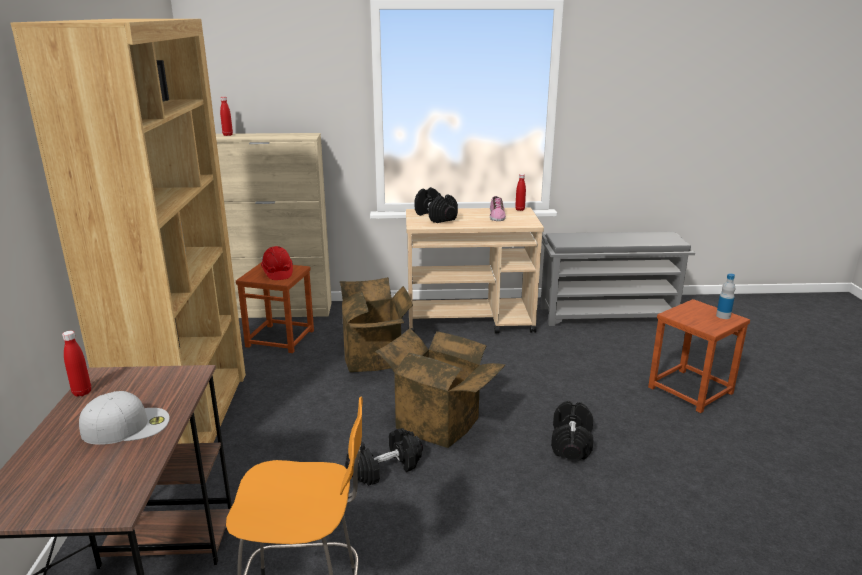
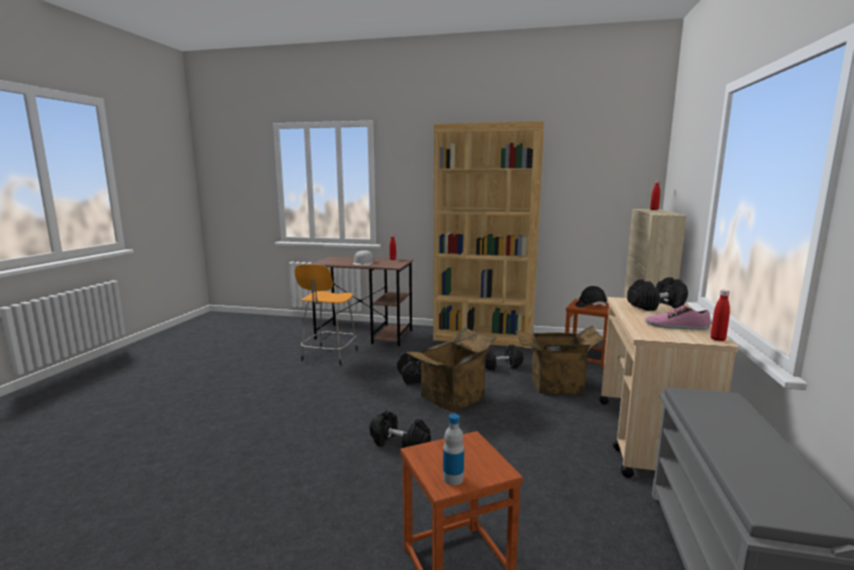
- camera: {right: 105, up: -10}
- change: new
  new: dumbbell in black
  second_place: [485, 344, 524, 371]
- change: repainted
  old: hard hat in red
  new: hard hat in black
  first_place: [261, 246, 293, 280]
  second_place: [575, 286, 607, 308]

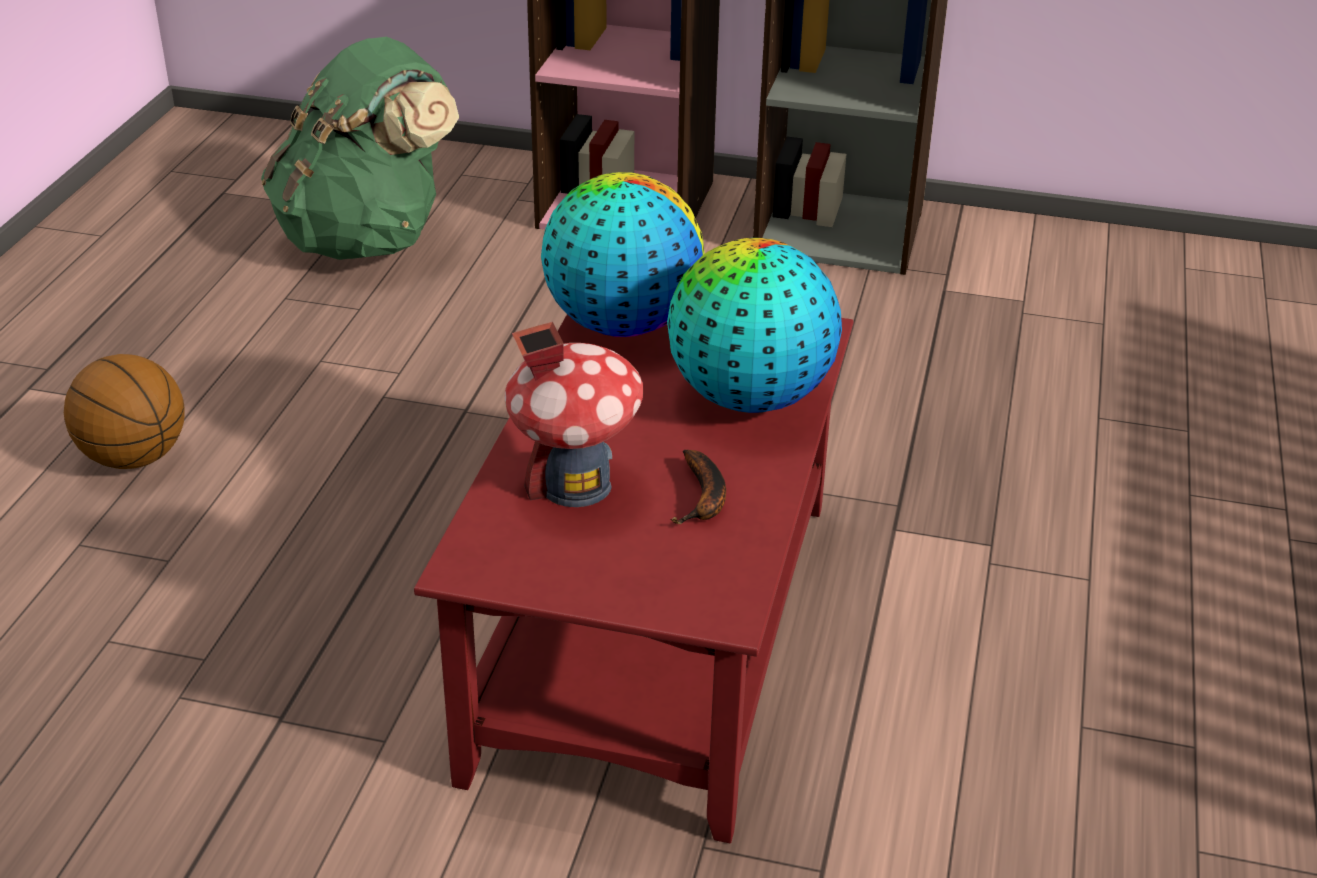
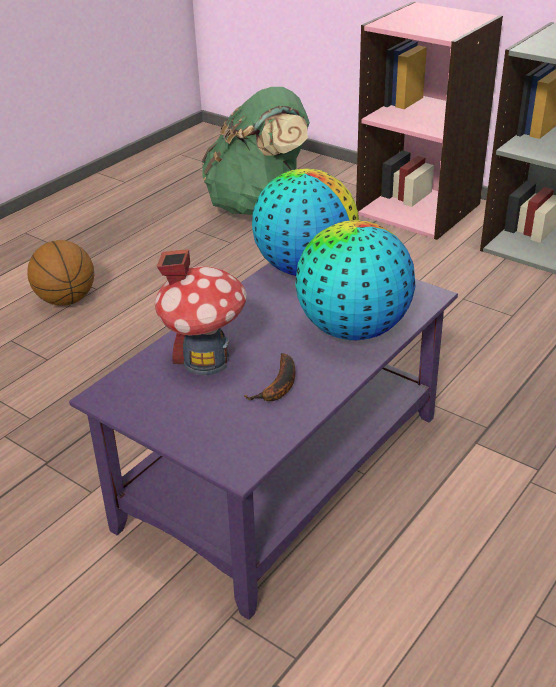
- camera: {right: 25, up: 0}
- change: repainted
  old: coffee table in red
  new: coffee table in purple
  first_place: [414, 314, 853, 843]
  second_place: [69, 263, 458, 620]

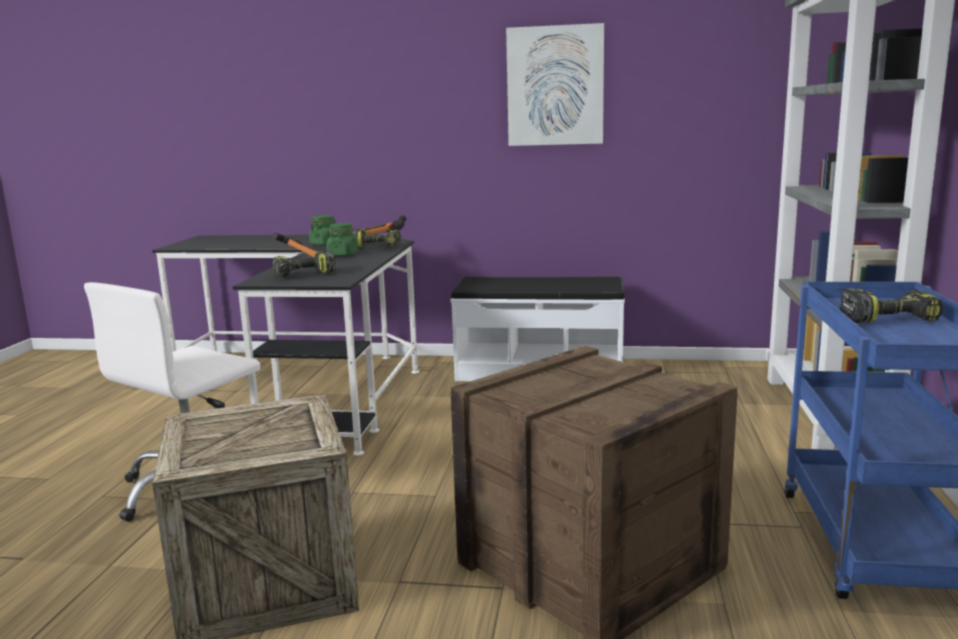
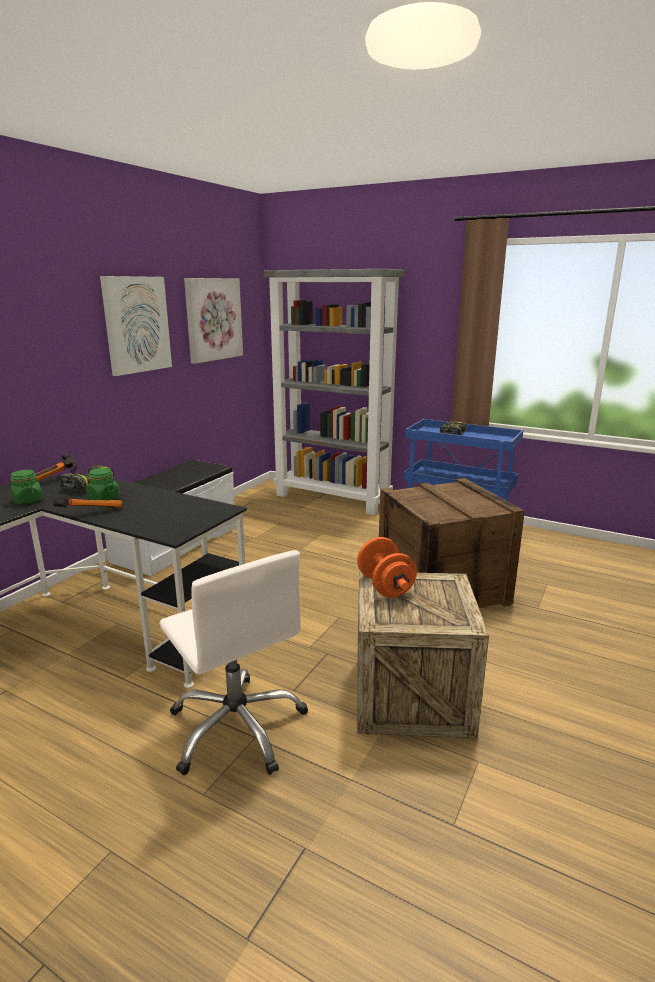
- camera: {right: -70, up: 5}
- change: new
  new: picture
  second_place: [184, 278, 243, 364]
- change: new
  new: dumbbell in orange
  second_place: [357, 537, 417, 597]
- change: gone
  old: power drill
  first_place: [272, 250, 336, 276]

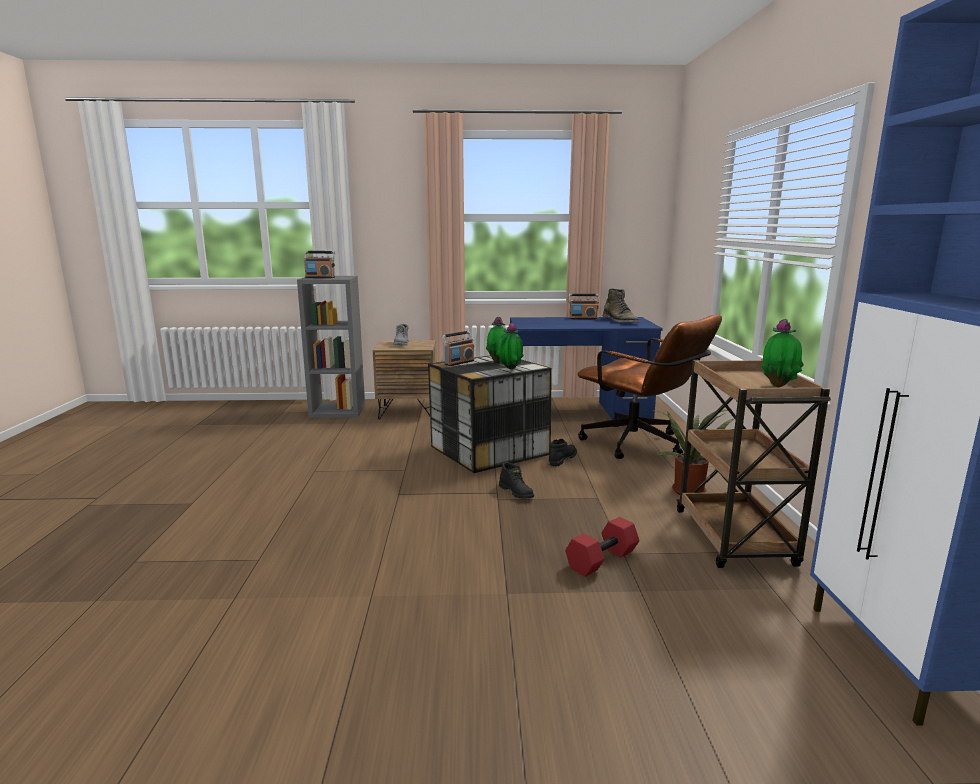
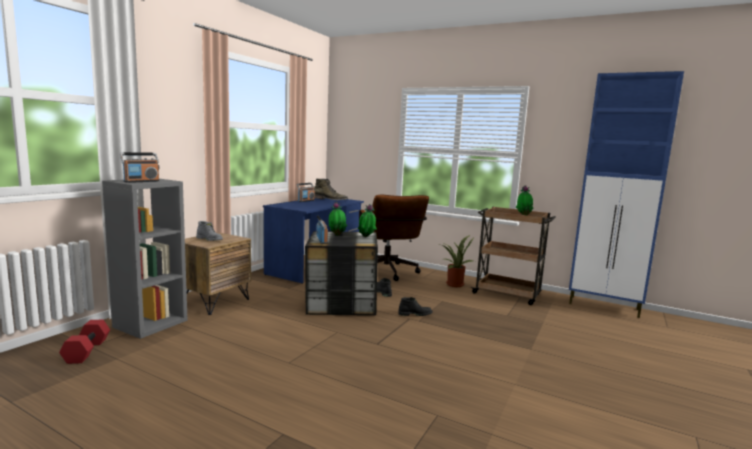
- camera: {right: -60, up: -5}
- change: shifted
  old: dumbbell in red
  first_place: [565, 517, 639, 577]
  second_place: [59, 320, 110, 364]
- change: rotated
  old: office chair in brown
  first_place: [577, 315, 722, 459]
  second_place: [359, 195, 429, 281]
  degrees: 90

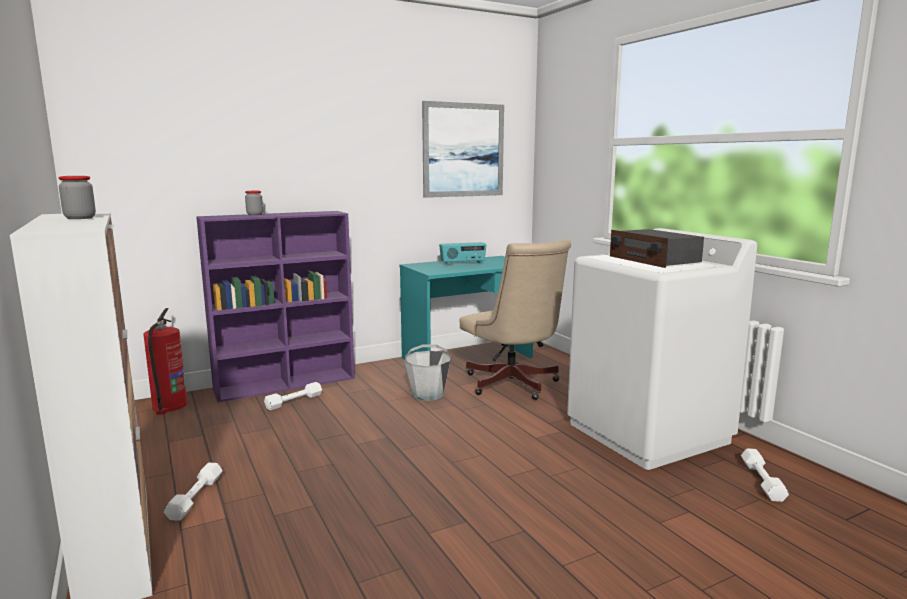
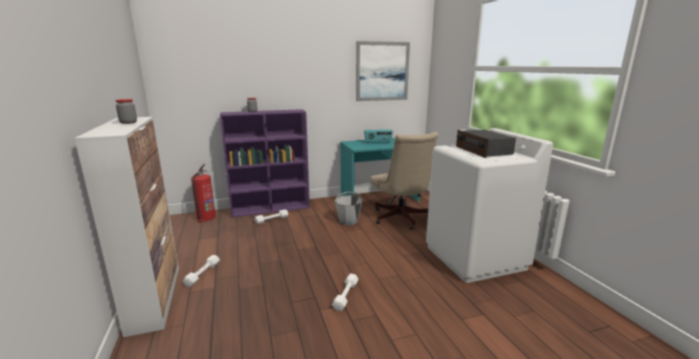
- camera: {right: 10, up: 5}
- change: shifted
  old: dumbbell in white
  first_place: [741, 449, 789, 502]
  second_place: [332, 273, 359, 311]

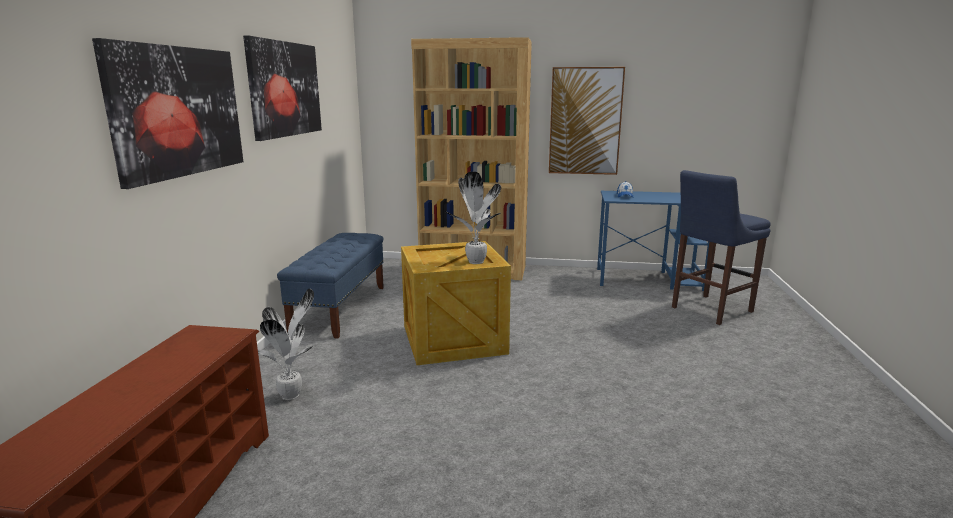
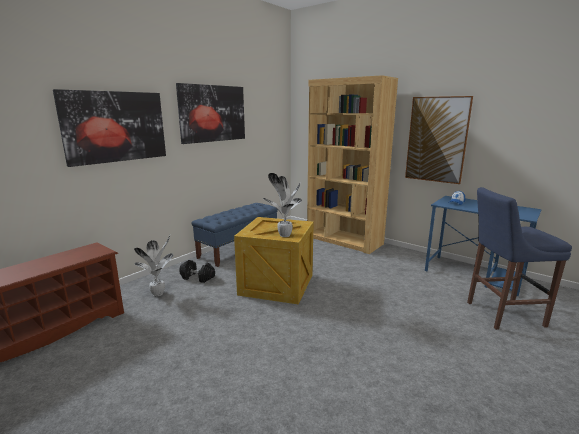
- camera: {right: 30, up: 0}
- change: new
  new: dumbbell in black
  second_place: [179, 260, 215, 283]

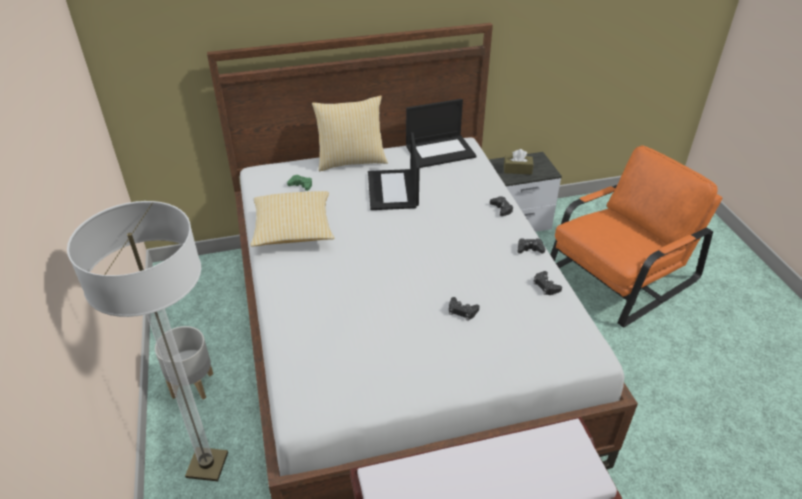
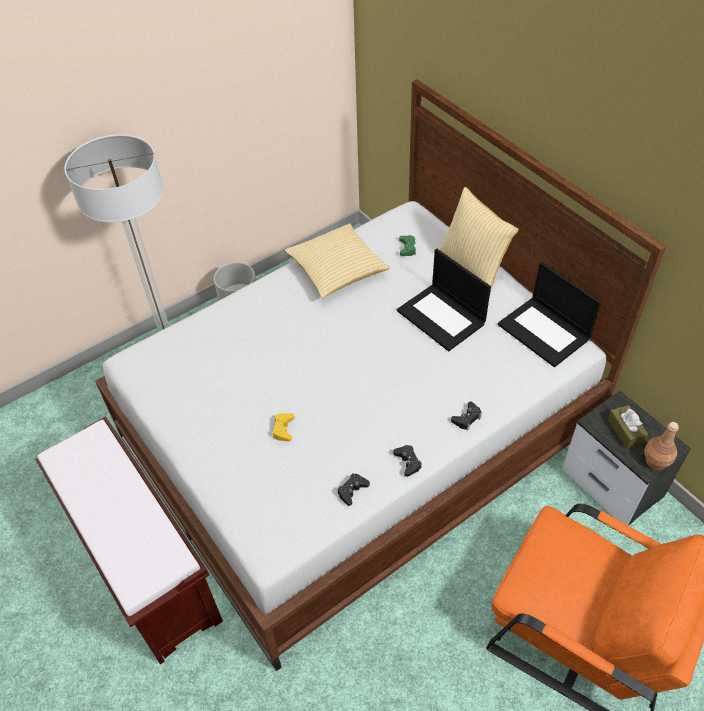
- camera: {right: 70, up: 10}
- change: repainted
  old: game controller in black
  new: game controller in yellow
  first_place: [449, 297, 480, 321]
  second_place: [272, 413, 294, 442]
- change: rotated
  old: laptop
  first_place: [368, 132, 420, 210]
  second_place: [397, 249, 491, 351]
  degrees: -105
- change: new
  new: bottle in brown
  second_place: [644, 422, 679, 470]

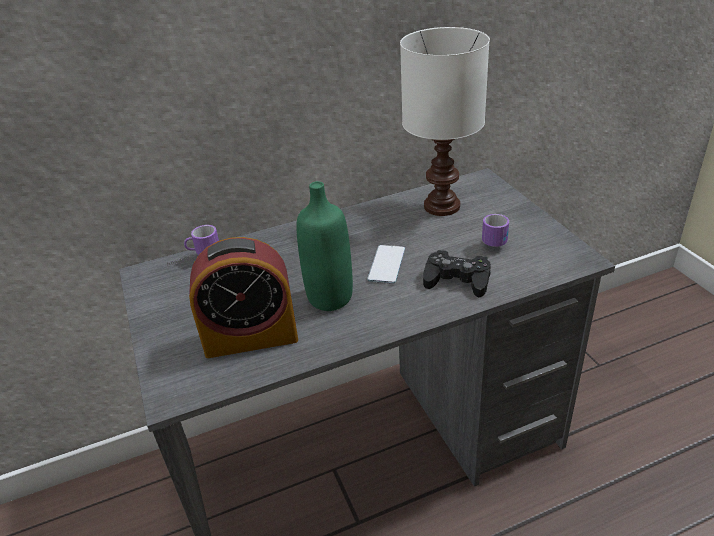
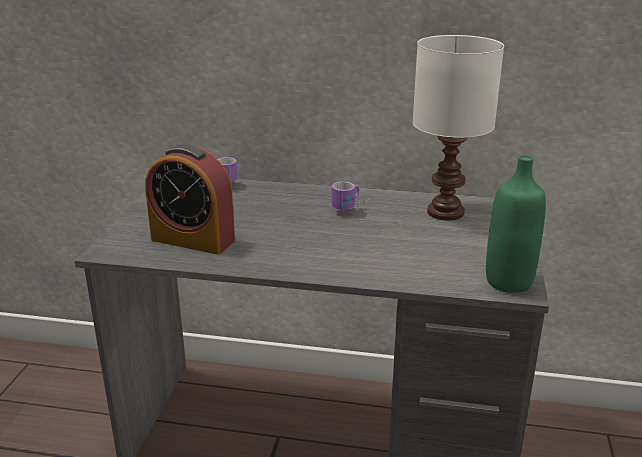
- camera: {right: 30, up: -10}
- change: shifted
  old: mug
  first_place: [482, 214, 509, 247]
  second_place: [332, 181, 373, 211]
- change: shifted
  old: bottle in green
  first_place: [296, 181, 353, 311]
  second_place: [486, 155, 546, 293]
- change: gone
  old: phone
  first_place: [367, 245, 405, 284]
- change: gone
  old: game controller in black
  first_place: [423, 250, 491, 297]

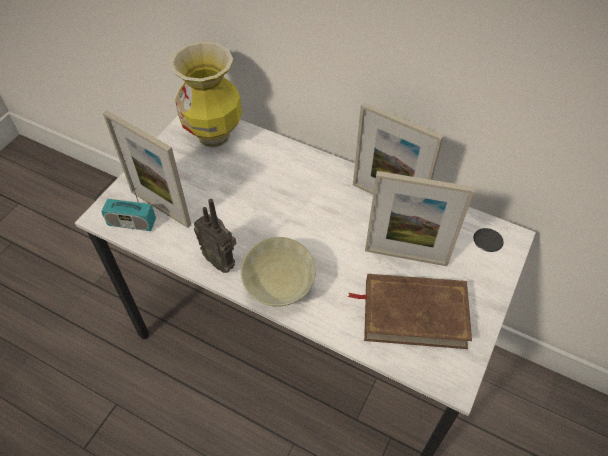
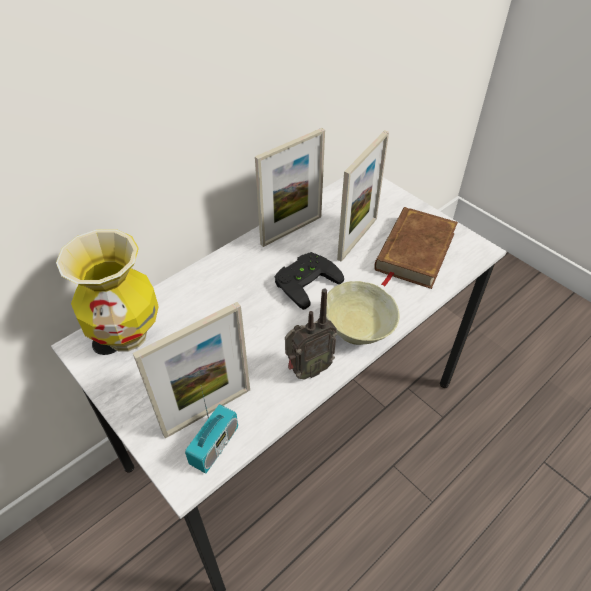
- camera: {right: -70, up: -5}
- change: new
  new: game controller in black
  second_place: [275, 252, 344, 310]

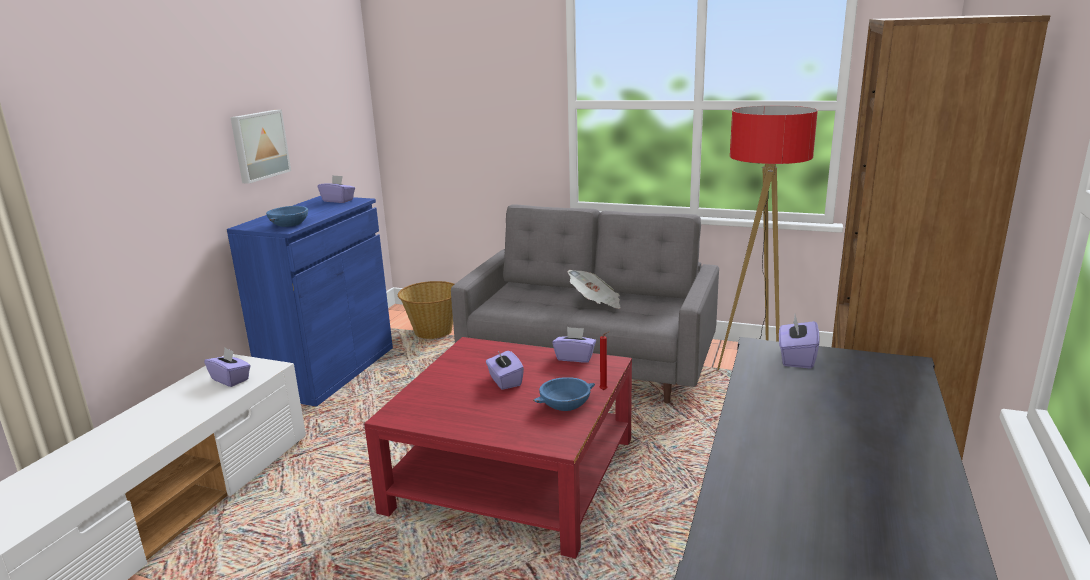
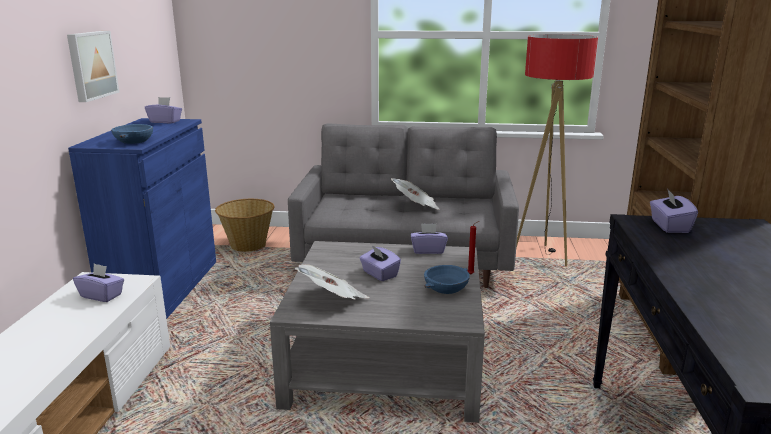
- camera: {right: -15, up: 0}
- change: repainted
  old: coffee table in red
  new: coffee table in grey
  first_place: [364, 337, 632, 559]
  second_place: [270, 241, 485, 423]
- change: new
  new: newspaper
  second_place: [295, 264, 370, 300]

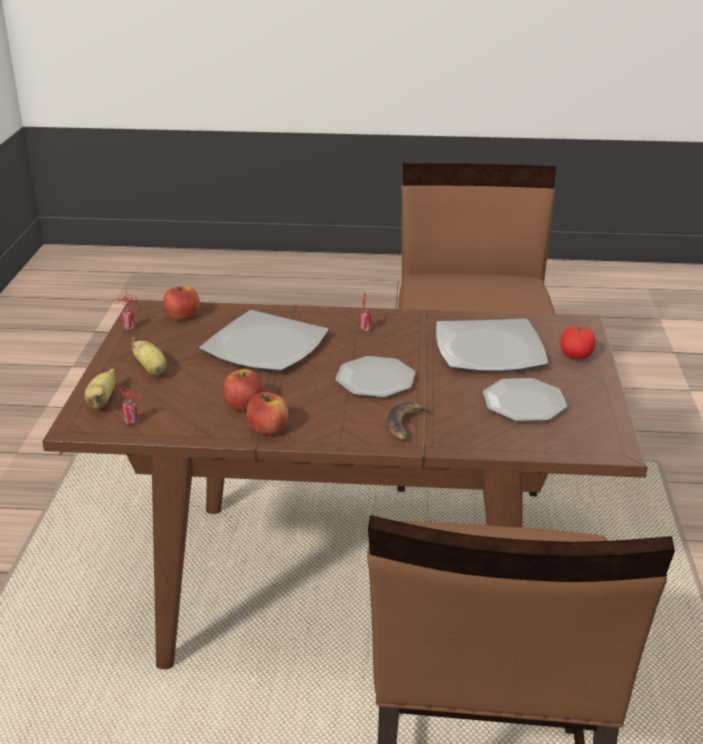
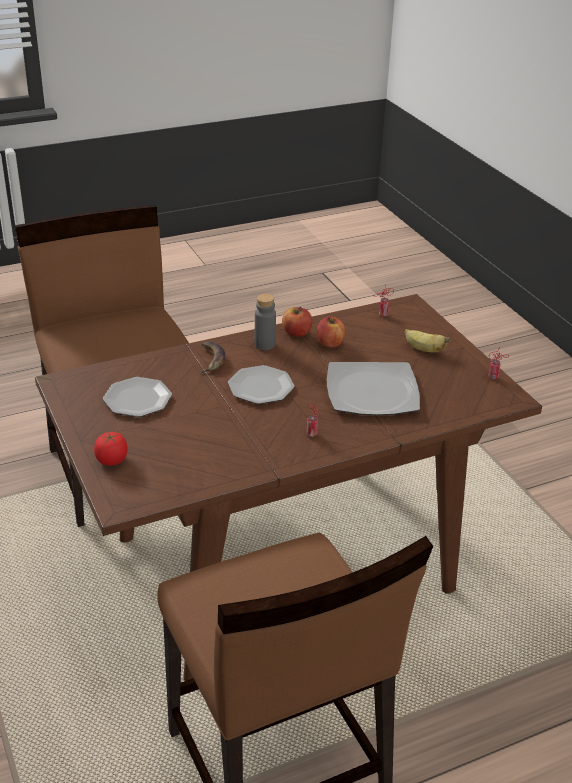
- camera: {right: 150, up: 5}
- change: new
  new: bottle in grey
  second_place: [255, 294, 276, 350]
- change: gone
  old: banana
  first_place: [85, 369, 115, 409]
- change: gone
  old: apple
  first_place: [163, 286, 200, 320]
- change: gone
  old: plate
  first_place: [436, 319, 548, 372]

